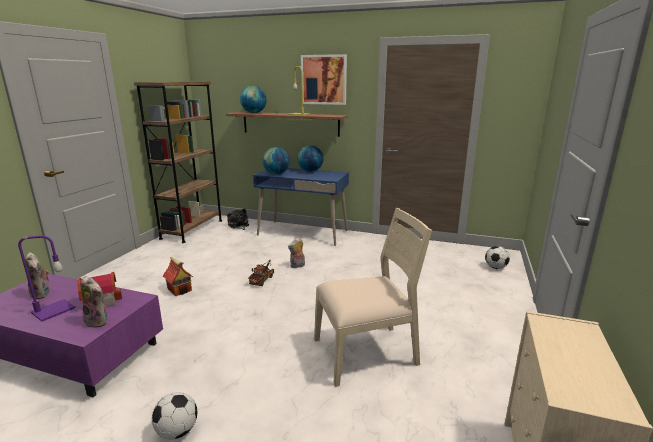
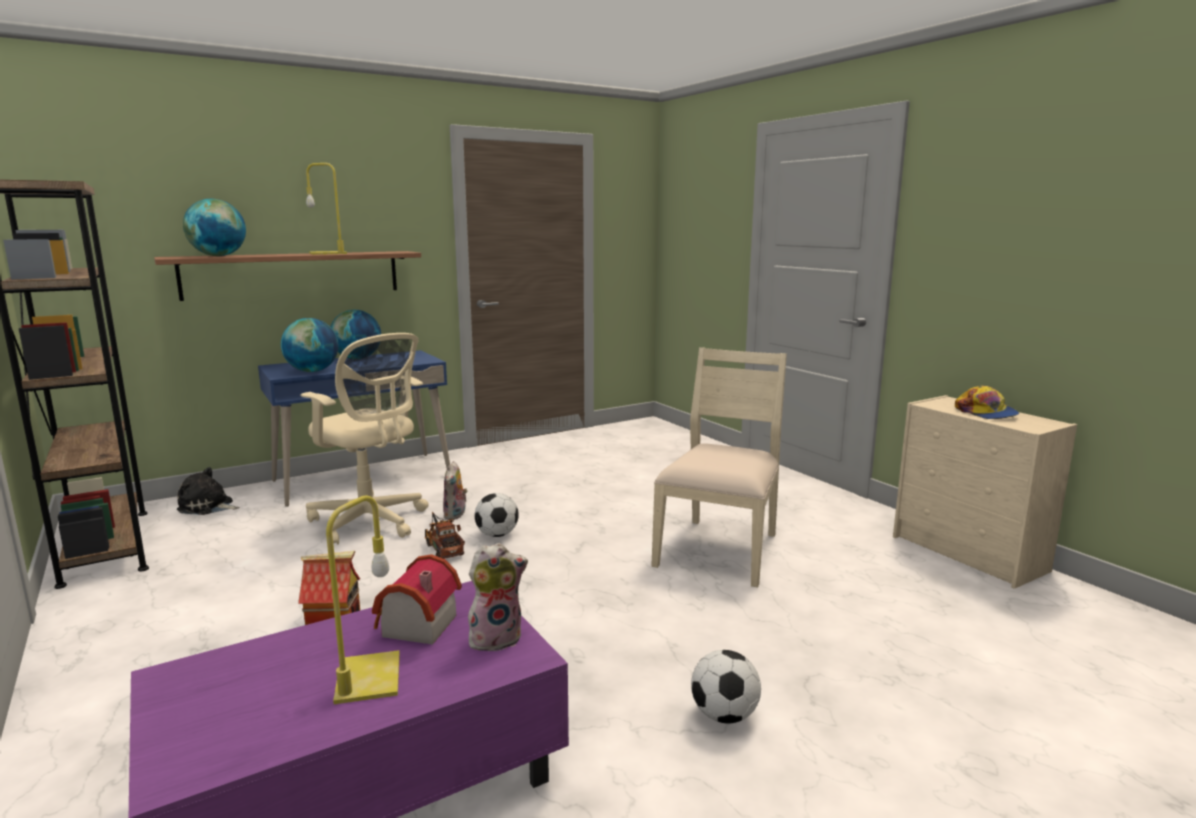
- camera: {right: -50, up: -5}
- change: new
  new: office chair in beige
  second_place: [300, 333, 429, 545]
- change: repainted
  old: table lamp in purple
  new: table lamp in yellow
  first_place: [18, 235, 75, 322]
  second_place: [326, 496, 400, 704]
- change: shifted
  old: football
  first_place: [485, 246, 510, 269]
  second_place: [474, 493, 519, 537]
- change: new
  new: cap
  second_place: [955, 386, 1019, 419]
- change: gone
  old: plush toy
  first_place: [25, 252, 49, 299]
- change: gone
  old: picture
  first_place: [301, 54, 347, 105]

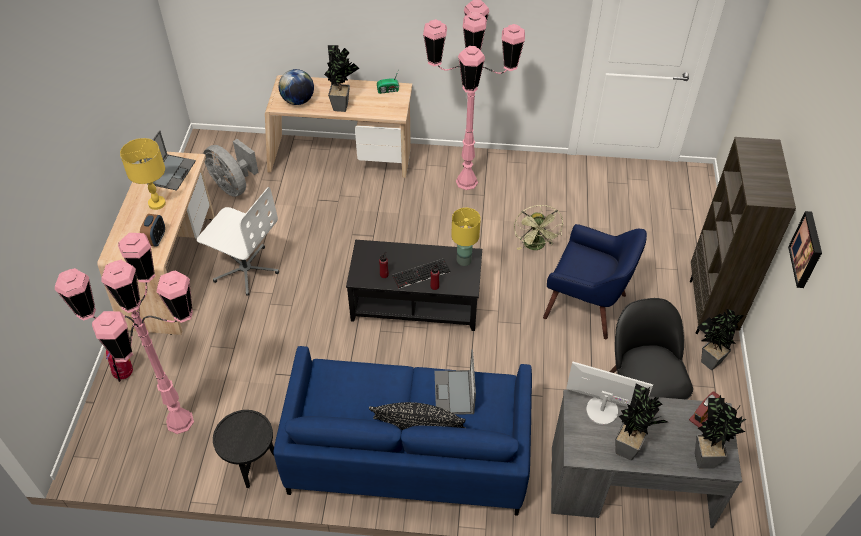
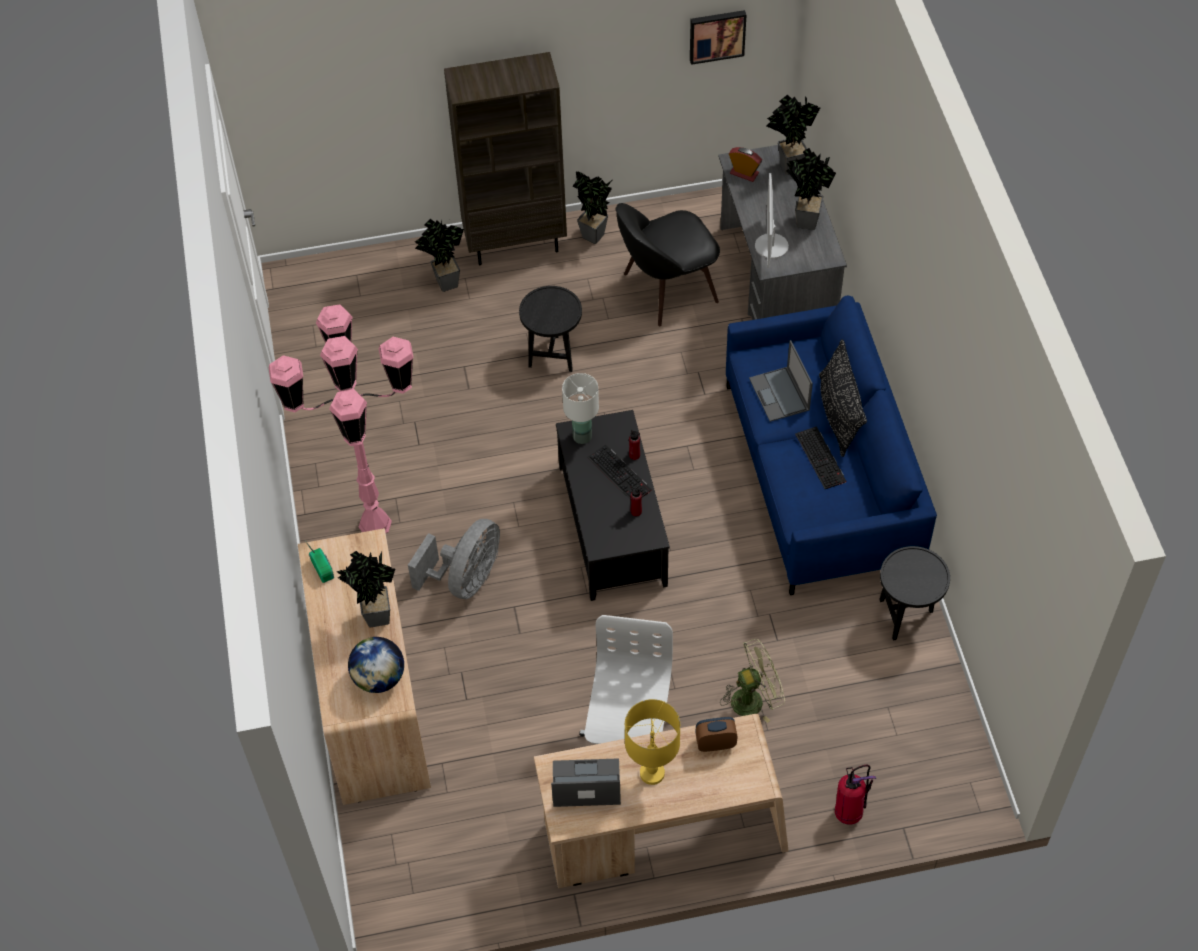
- camera: {right: -105, up: 5}
- change: shifted
  old: fan in grey
  first_place: [203, 139, 258, 197]
  second_place: [408, 519, 500, 599]
- change: new
  new: potted plant
  second_place: [415, 219, 464, 292]
- change: swapped
  old: armchair in blue
  new: side table in black
  first_place: [543, 224, 647, 339]
  second_place: [519, 286, 582, 372]
- change: repainted
  old: table lamp in yellow
  new: table lamp in white
  first_place: [451, 208, 481, 266]
  second_place: [562, 373, 599, 444]
- change: shifted
  old: picture
  first_place: [788, 211, 822, 288]
  second_place: [690, 10, 746, 65]
- change: shifted
  old: fan in green
  first_place: [514, 205, 563, 250]
  second_place: [720, 639, 785, 723]
- change: rotated
  old: laptop
  first_place: [434, 349, 476, 415]
  second_place: [749, 340, 813, 422]
  degrees: 90
- change: new
  new: keyboard
  second_place: [795, 426, 846, 489]
- change: gone
  old: floor lamp in pink
  first_place: [55, 233, 194, 434]

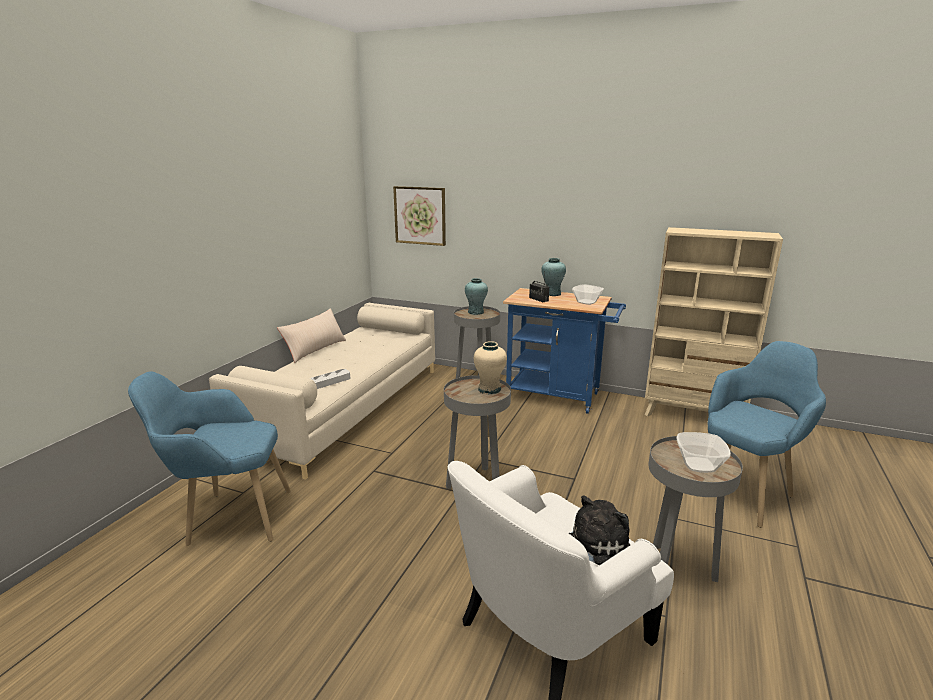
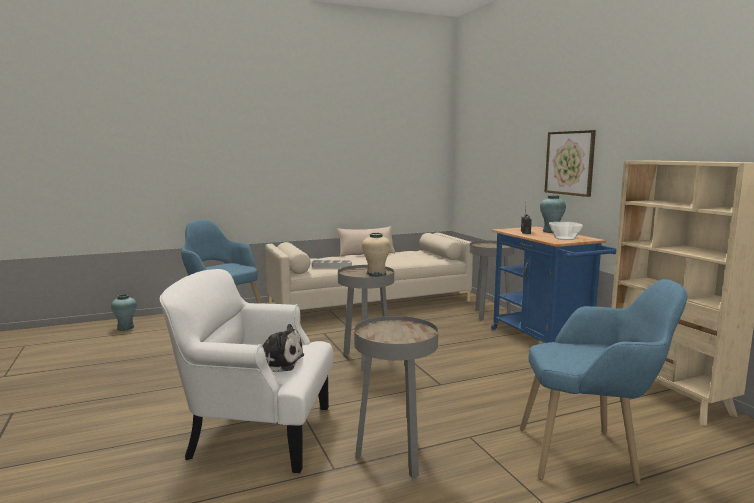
- camera: {right: 45, up: -10}
- change: shifted
  old: vase in turquoise
  first_place: [465, 278, 488, 315]
  second_place: [111, 294, 137, 331]
- change: shifted
  old: picture
  first_place: [393, 186, 446, 246]
  second_place: [544, 130, 596, 197]
- change: gone
  old: bowl
  first_place: [676, 432, 731, 473]

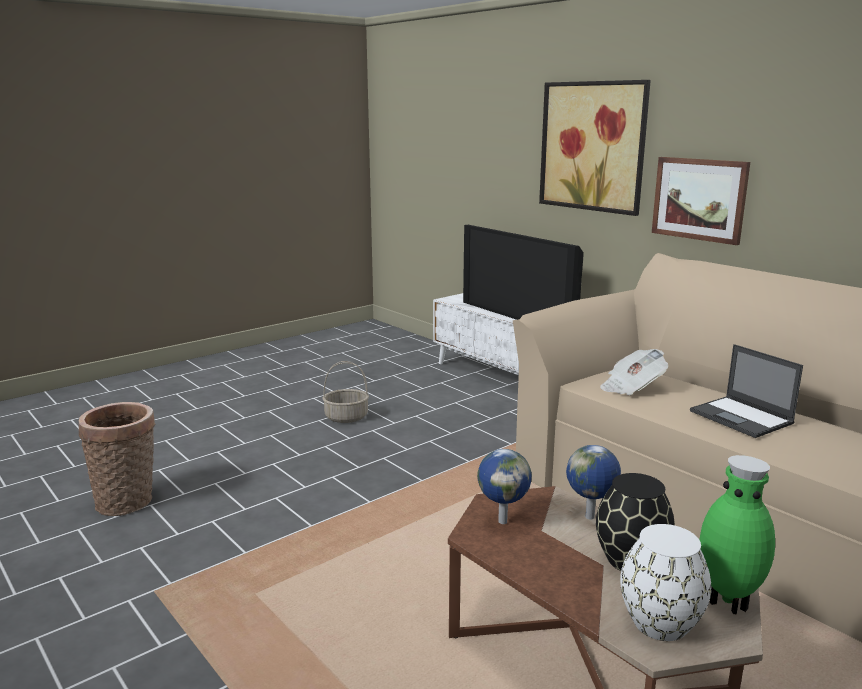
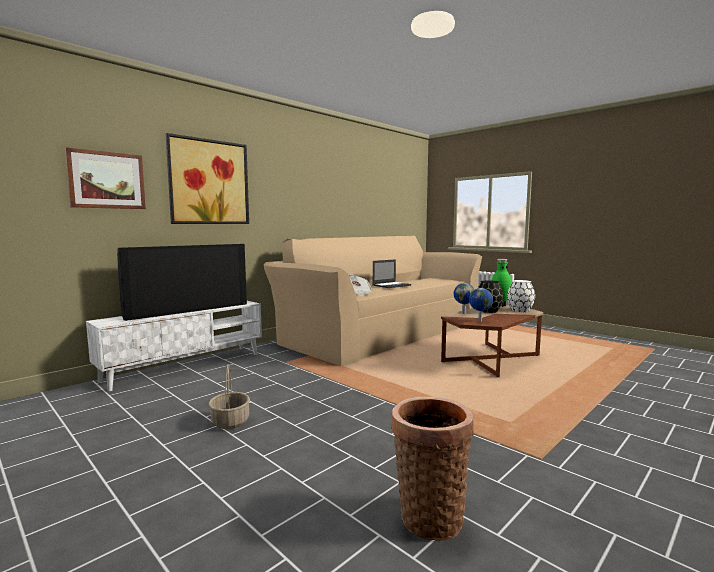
- camera: {right: -95, up: -10}
- change: shifted
  old: picture
  first_place: [652, 157, 750, 245]
  second_place: [65, 147, 146, 209]

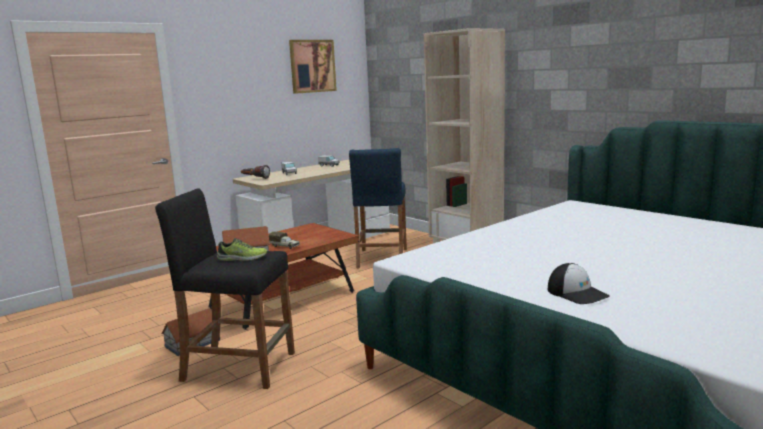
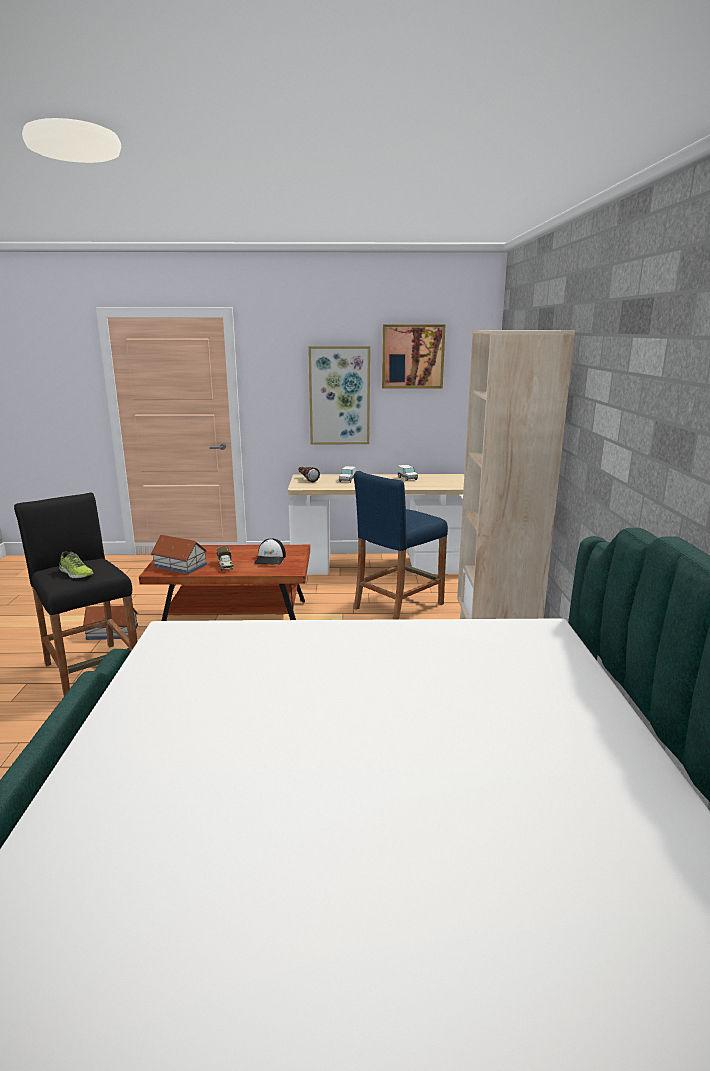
- camera: {right: 40, up: 5}
- change: shifted
  old: cap
  first_place: [548, 263, 610, 304]
  second_place: [254, 538, 286, 565]
- change: new
  new: picture
  second_place: [308, 346, 370, 444]

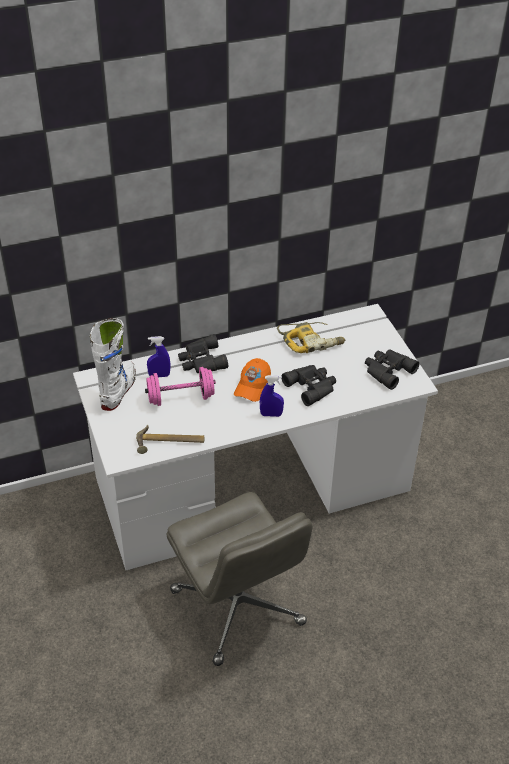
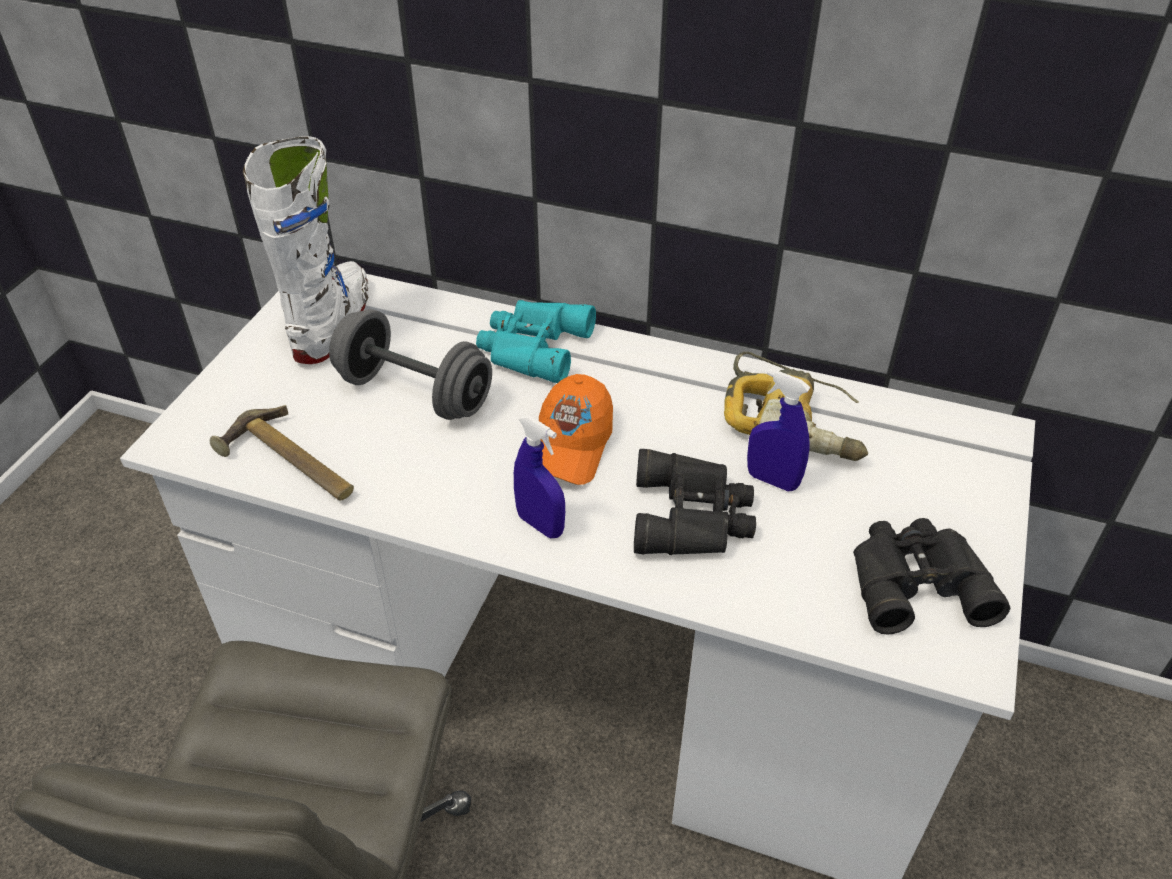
- camera: {right: 40, up: 0}
- change: rotated
  old: boot in white
  first_place: [90, 318, 136, 411]
  second_place: [243, 136, 369, 364]
  degrees: -45
- change: repainted
  old: dumbbell in pink
  new: dumbbell in grey
  first_place: [145, 367, 216, 406]
  second_place: [329, 309, 492, 420]
- change: repainted
  old: binoculars in black
  new: binoculars in turquoise
  first_place: [178, 334, 228, 373]
  second_place: [476, 300, 596, 383]
- change: rotated
  old: cap in orange
  first_place: [234, 358, 271, 402]
  second_place: [539, 374, 613, 485]
  degrees: -45
- change: shifted
  old: spray bottle in blue
  first_place: [147, 336, 170, 377]
  second_place: [747, 369, 810, 492]

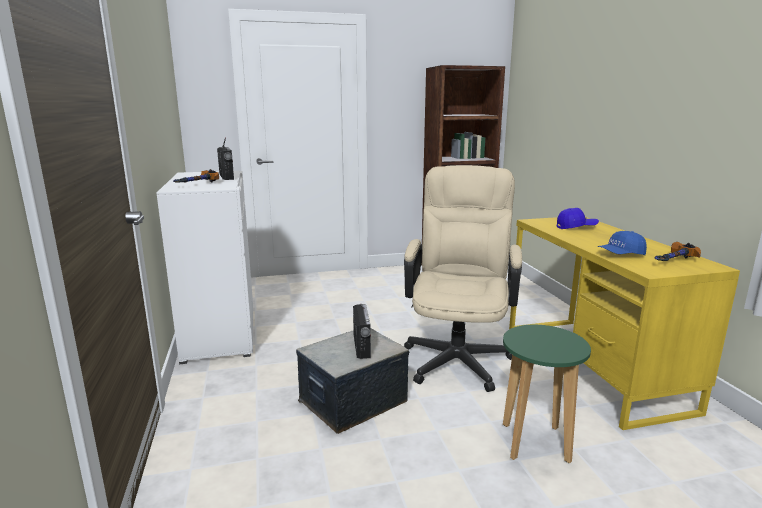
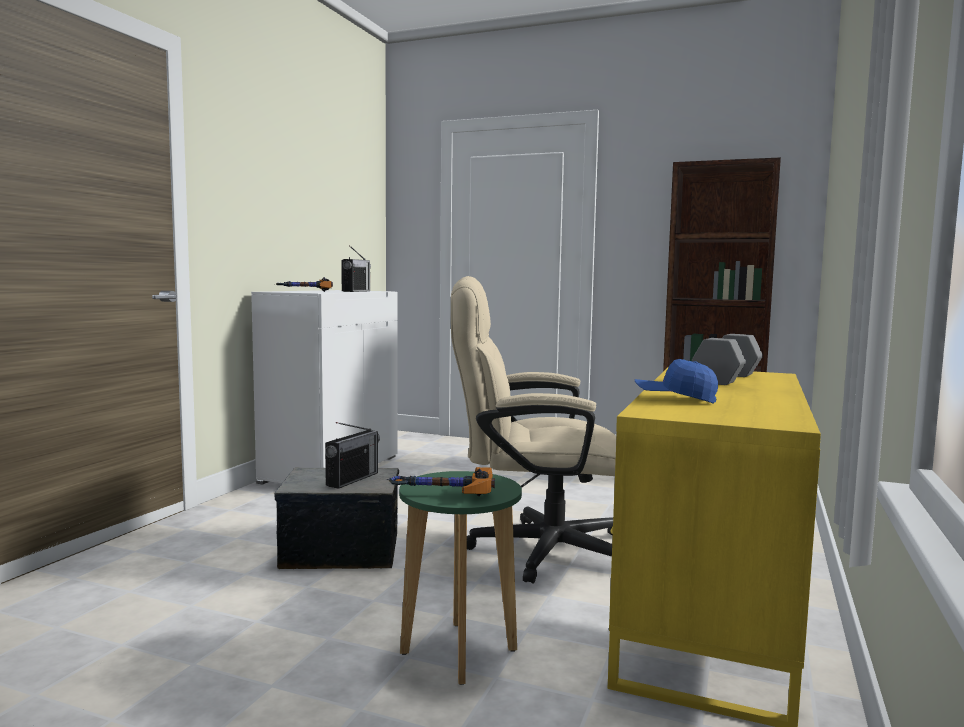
- camera: {right: 35, up: -10}
- change: shifted
  old: hammer
  first_place: [654, 242, 701, 261]
  second_place: [388, 467, 495, 496]
- change: rotated
  old: office chair in beige
  first_place: [404, 165, 522, 392]
  second_place: [451, 276, 616, 583]
  degrees: -135
- change: swapped
  old: cap in blue
  new: dumbbell in grey
  first_place: [557, 208, 599, 229]
  second_place: [692, 334, 763, 385]

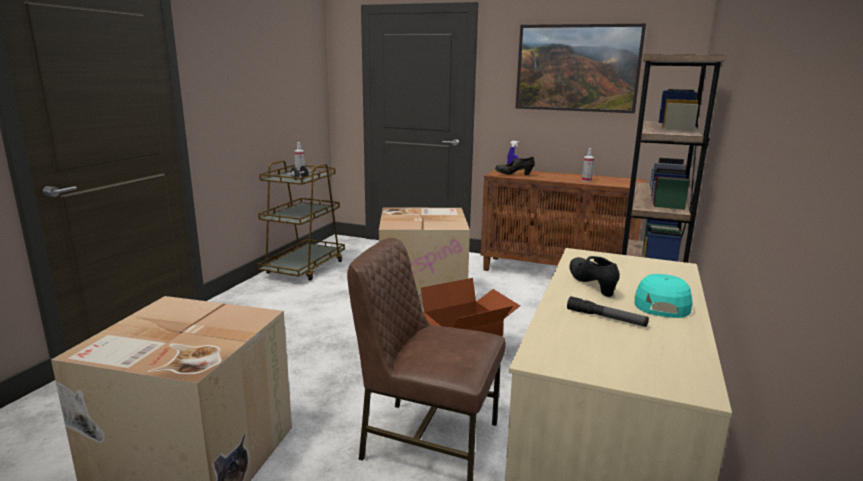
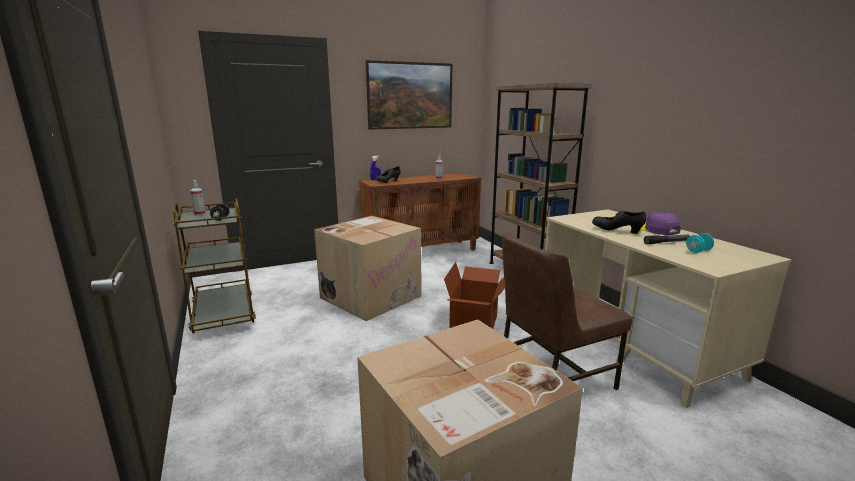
- camera: {right: -45, up: 0}
- change: repainted
  old: cap in turquoise
  new: cap in purple
  first_place: [635, 274, 693, 318]
  second_place: [640, 212, 681, 235]
- change: new
  new: dumbbell in turquoise
  second_place: [686, 233, 714, 253]

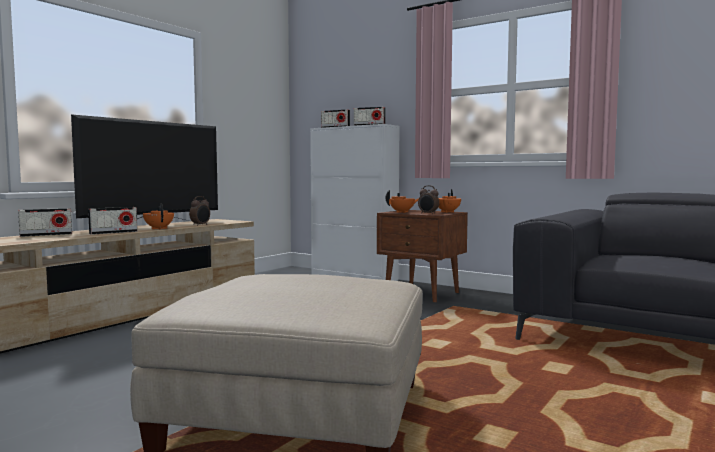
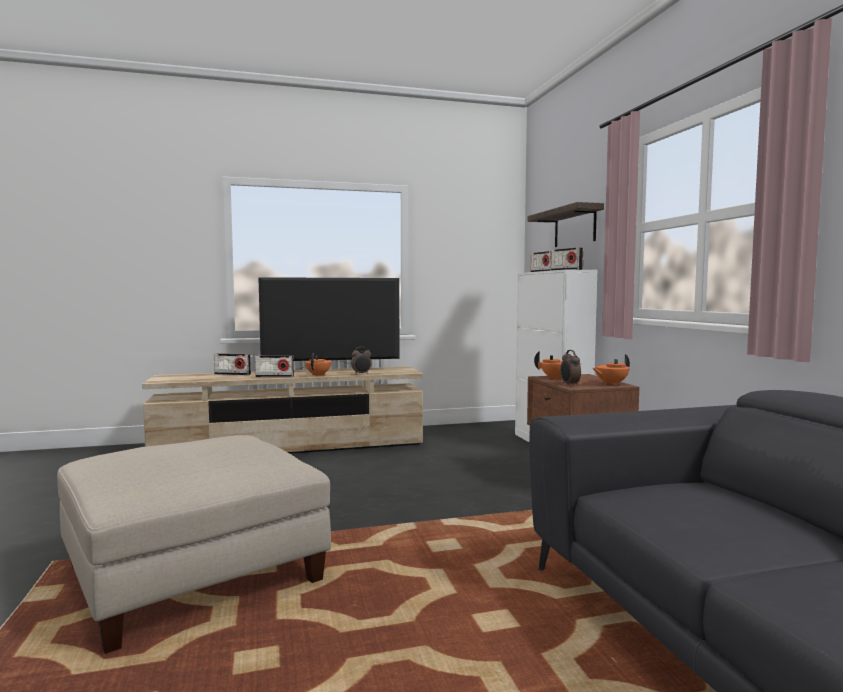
- camera: {right: 40, up: 0}
- change: new
  new: shelf
  second_place: [527, 202, 604, 247]

